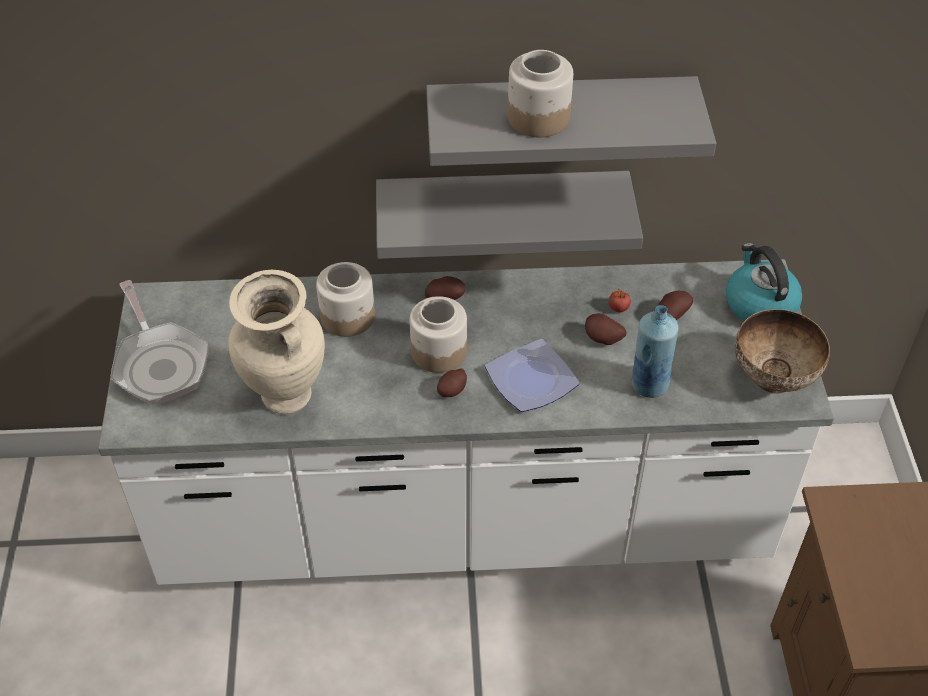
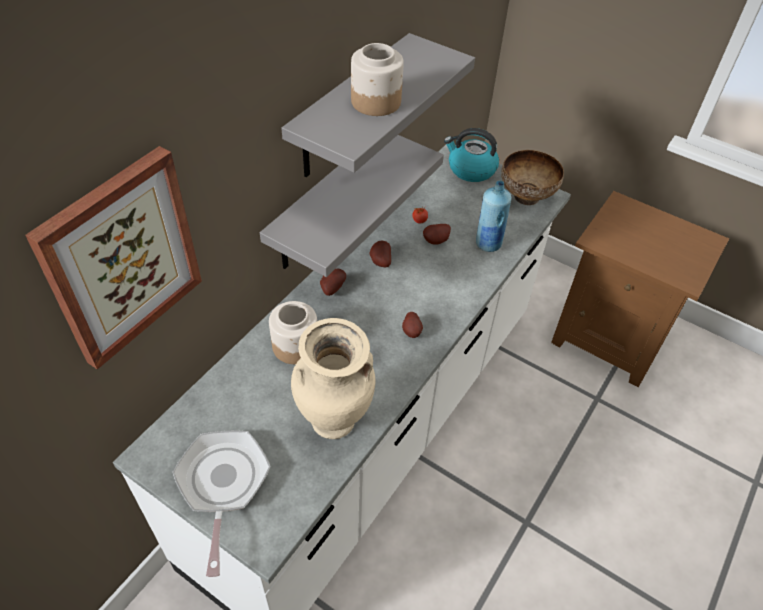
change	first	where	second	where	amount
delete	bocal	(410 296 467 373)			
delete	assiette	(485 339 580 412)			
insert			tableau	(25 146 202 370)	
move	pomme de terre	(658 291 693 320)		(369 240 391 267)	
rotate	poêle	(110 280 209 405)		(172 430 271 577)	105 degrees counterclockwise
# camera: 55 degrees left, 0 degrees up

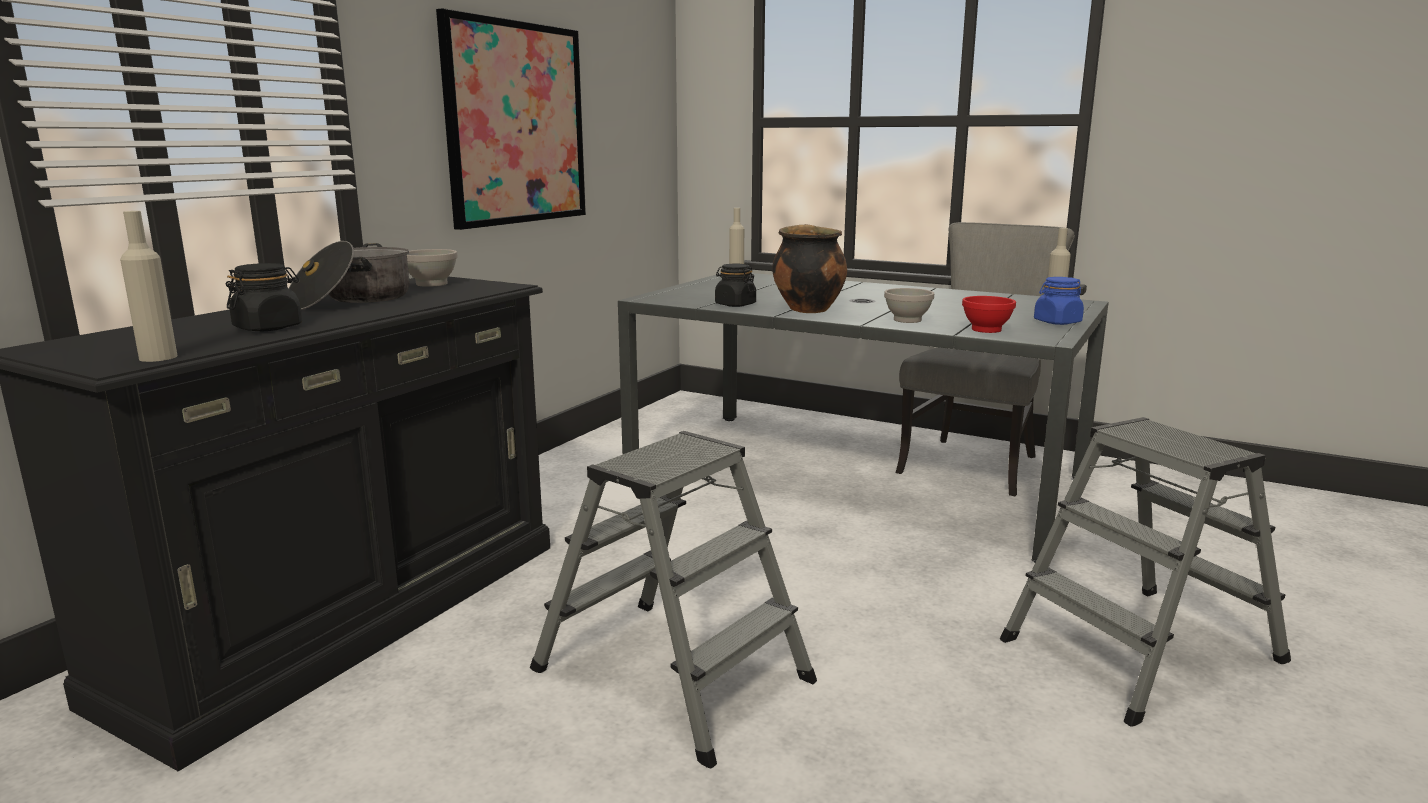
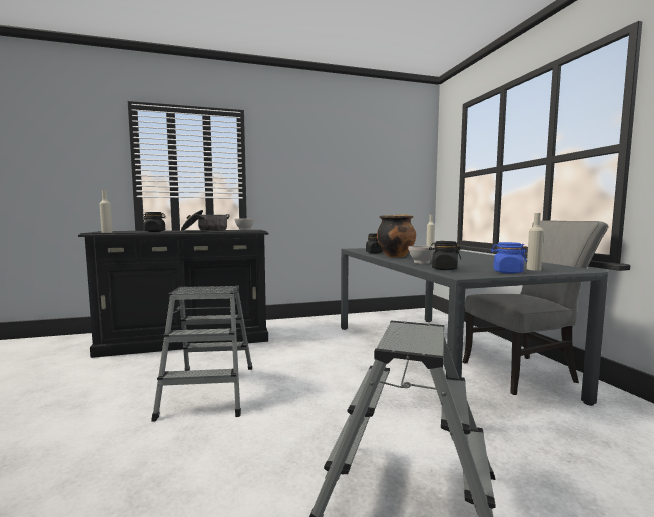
change	first	where	second	where	amount
delete	tableau	(436 8 586 230)			
replace	bol/rouge	(962 296 1016 333)	bocal/noir	(429 241 461 270)	
# camera: 45 degrees right, 10 degrees down

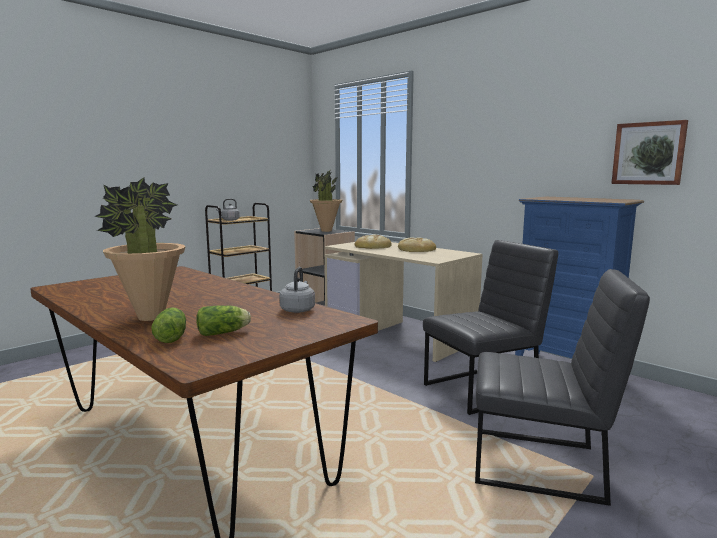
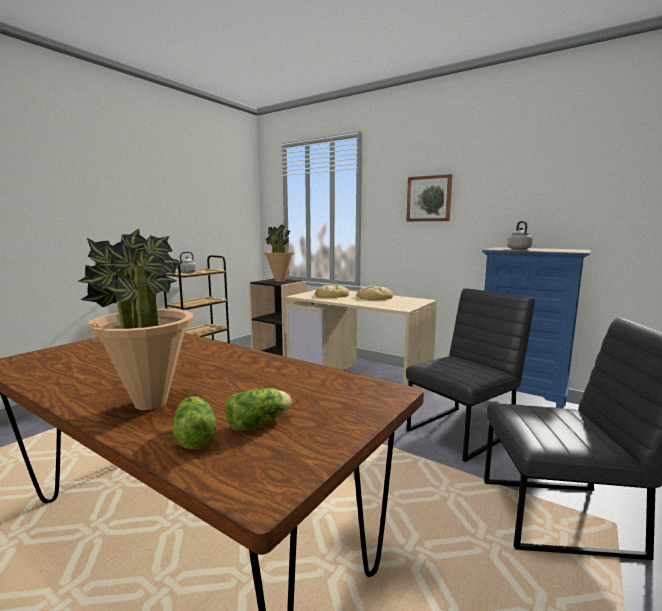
change	first	where	second	where	amount
move	bouilloire/gris	(279 267 315 313)		(507 221 532 250)	
move	tableau	(611 120 688 185)		(406 174 452 221)	
# camera: 10 degrees left, 0 degrees up

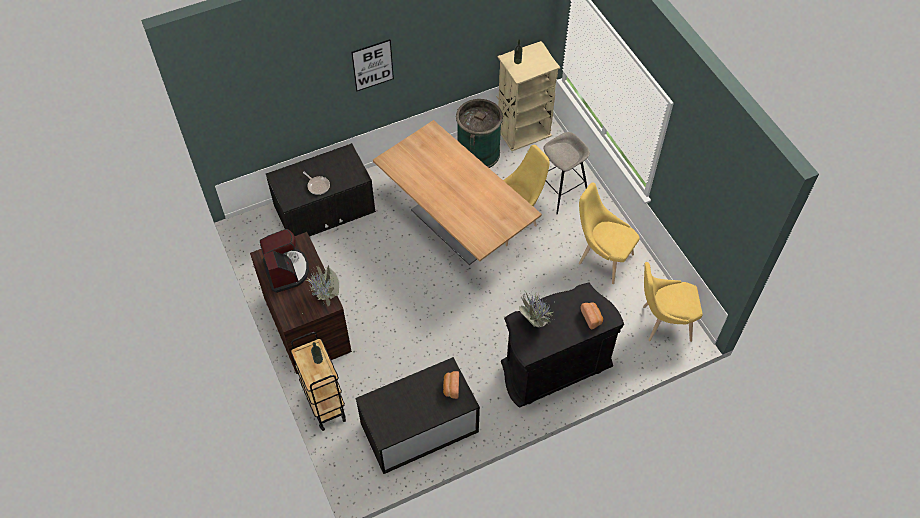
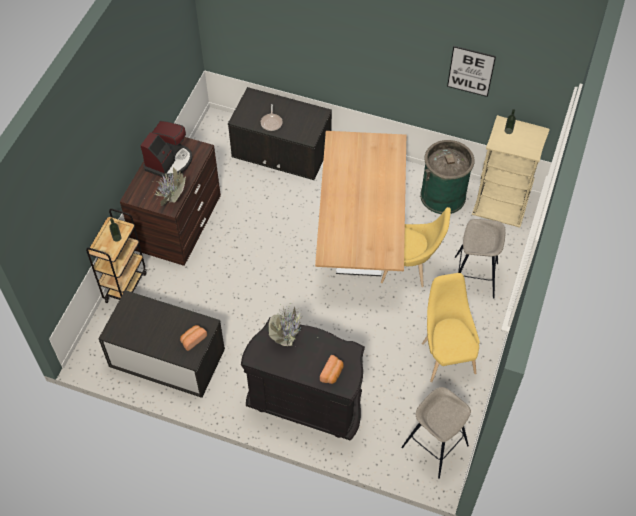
change	first	where	second	where	amount
move	tableau	(351 39 394 91)		(447 46 496 97)	
replace	chaise/jaune	(643 262 703 342)	tabouret/gris	(401 387 471 479)	
# camera: 45 degrees right, 0 degrees up

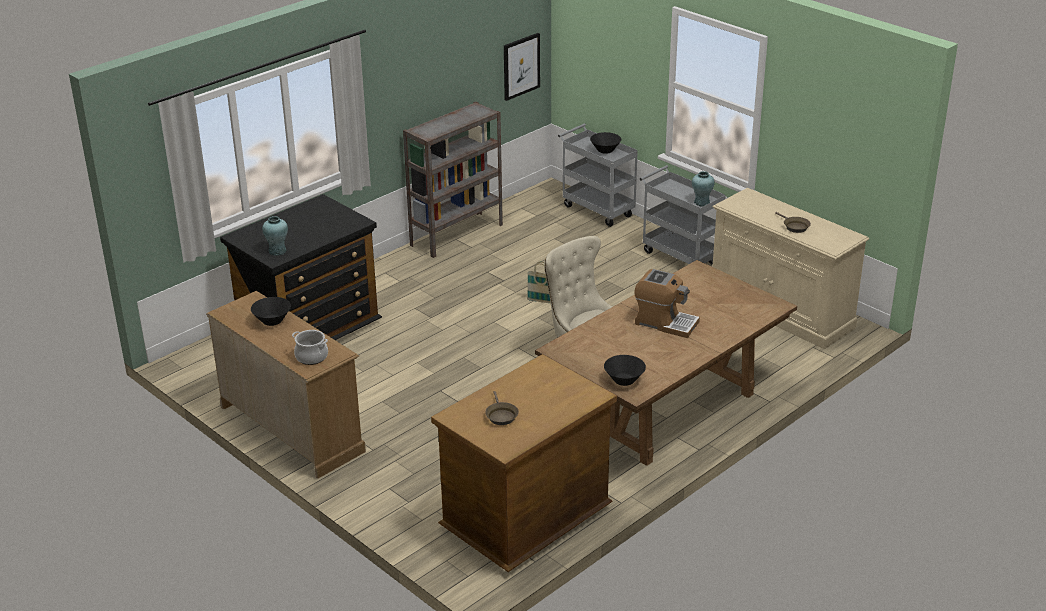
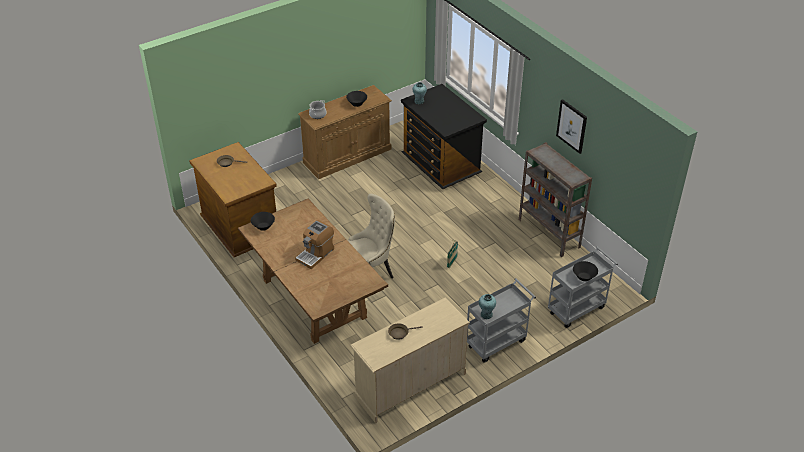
change	first	where	second	where	amount
move	tableau	(504 33 540 101)		(556 99 587 154)	
# camera: 100 degrees right, 10 degrees up

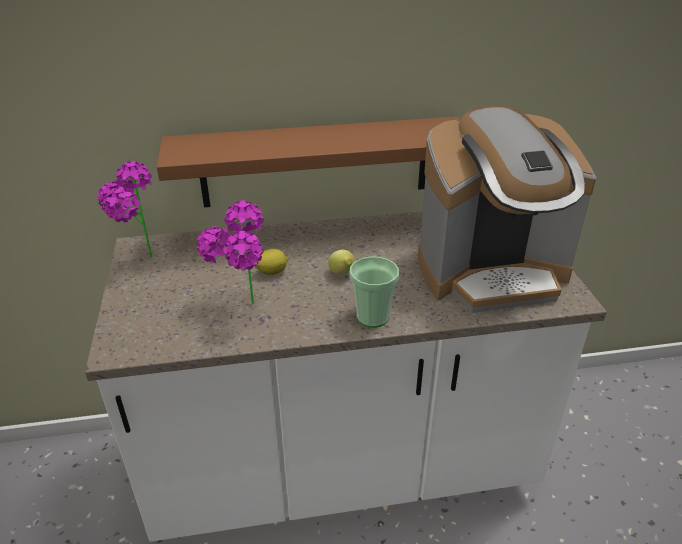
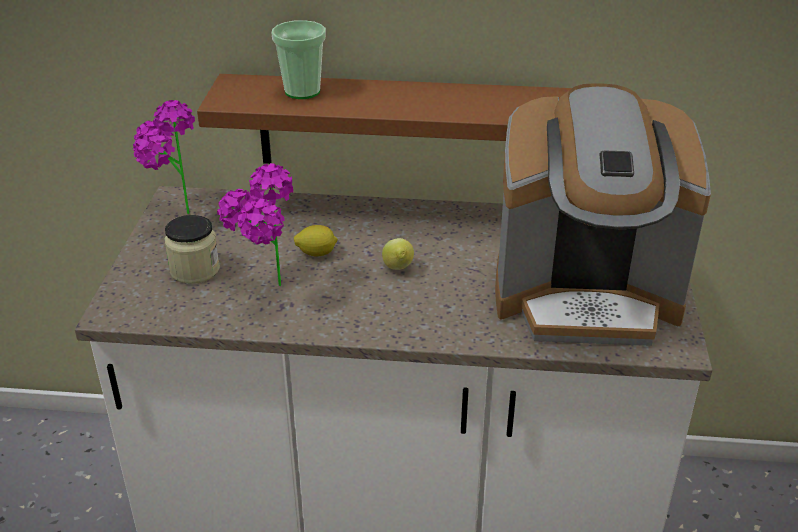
change	first	where	second	where	amount
insert			bocal	(165 215 220 284)	
move	tasse	(349 256 399 328)		(272 20 326 99)	
# camera: 15 degrees right, 0 degrees up

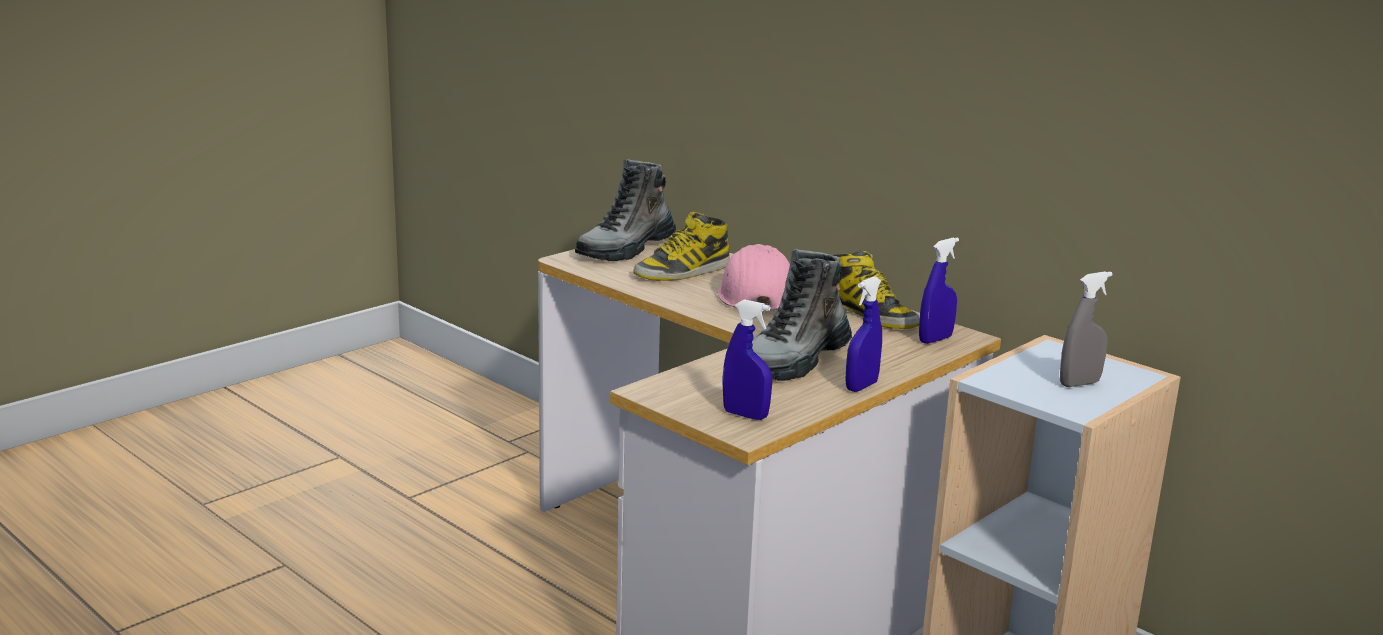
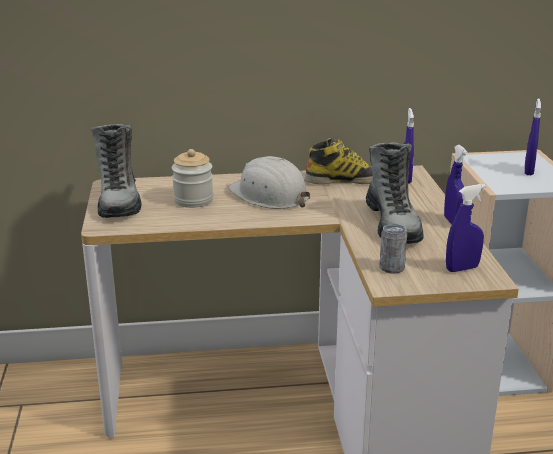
change	first	where	second	where	amount
insert			boîte métallique	(379 224 407 274)	
replace	botte	(633 212 730 281)	bocal	(172 149 213 208)	
recolor	casque de chantier/rose	(718 244 790 311)	casque de chantier/blanc	(228 156 310 209)	
recolor	vaporisateur/gris	(1060 271 1113 387)	vaporisateur/bleu	(525 99 541 175)	
# camera: 50 degrees left, 5 degrees up

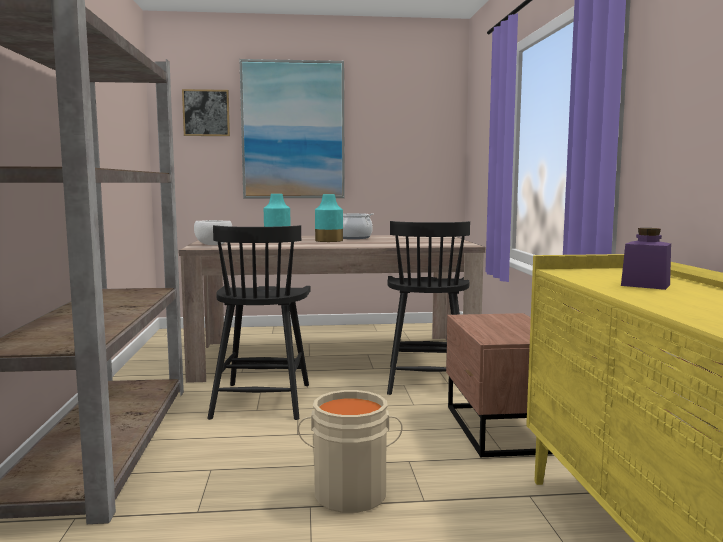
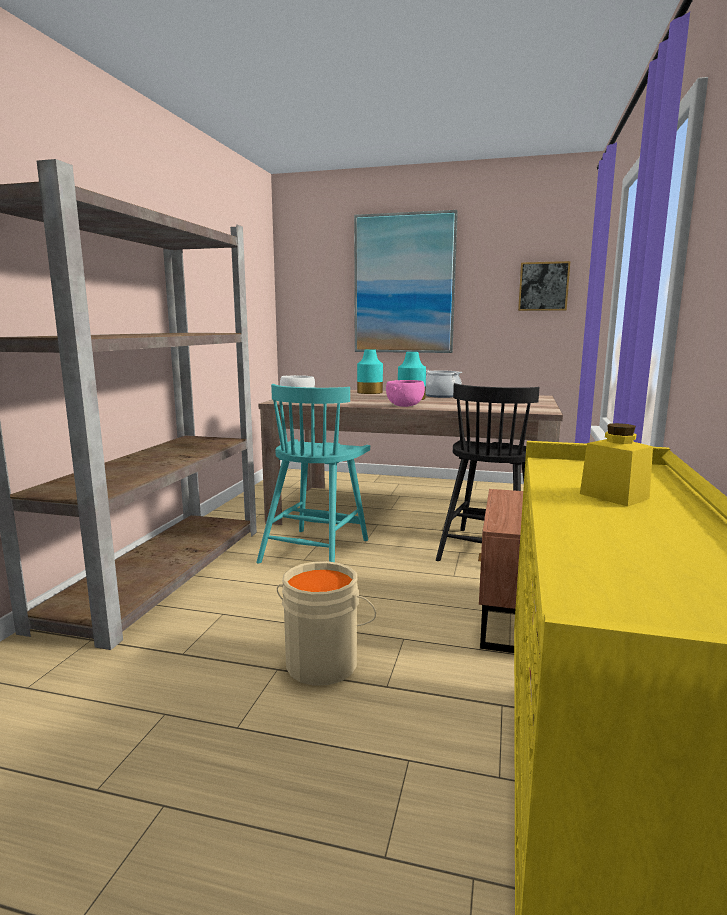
change	first	where	second	where	amount
insert			bol/rose	(386 380 425 407)	
move	tableau	(182 89 230 136)		(518 261 570 311)	
recolor	chaise/noir	(207 225 311 420)	chaise/turquoise	(256 384 370 563)	
recolor	bocal/violet	(621 228 671 290)	bocal/jaune	(580 423 653 507)	
# camera: 20 degrees right, 5 degrees up

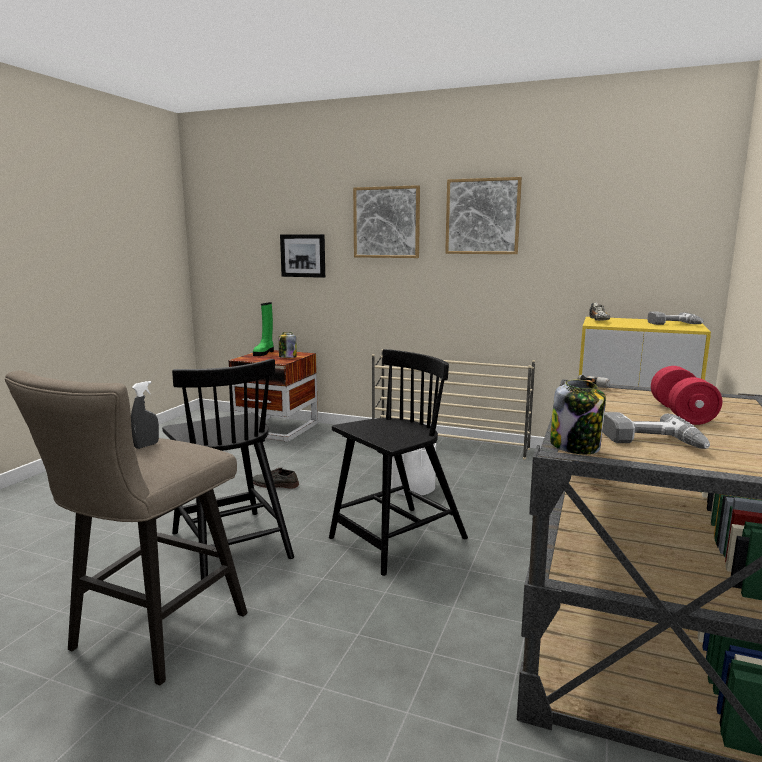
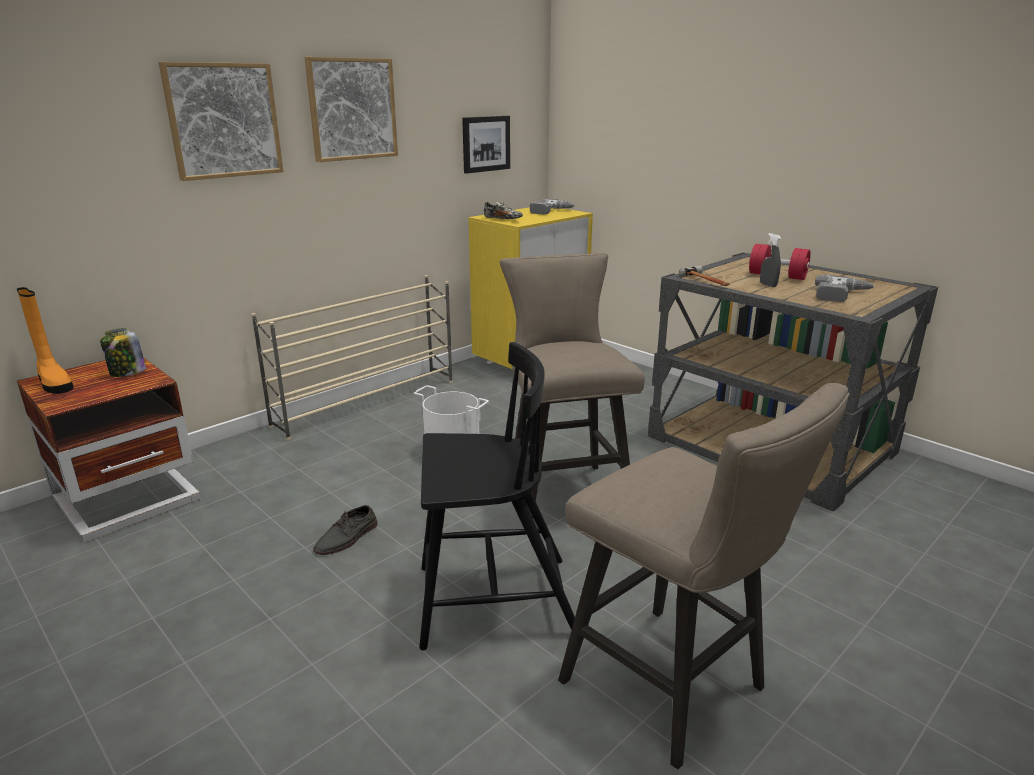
change	first	where	second	where	amount
delete	bocal	(550 380 606 454)			
move	vaporisateur/gris	(131 381 159 449)		(760 233 781 287)	
move	tableau	(280 234 325 278)		(462 116 510 173)	
replace	chaise/noir	(329 349 468 576)	tabouret/beige	(500 253 645 518)	
recolor	botte/vert	(253 302 274 356)	botte/orange	(17 287 73 394)	
# camera: 65 degrees left, 10 degrees up

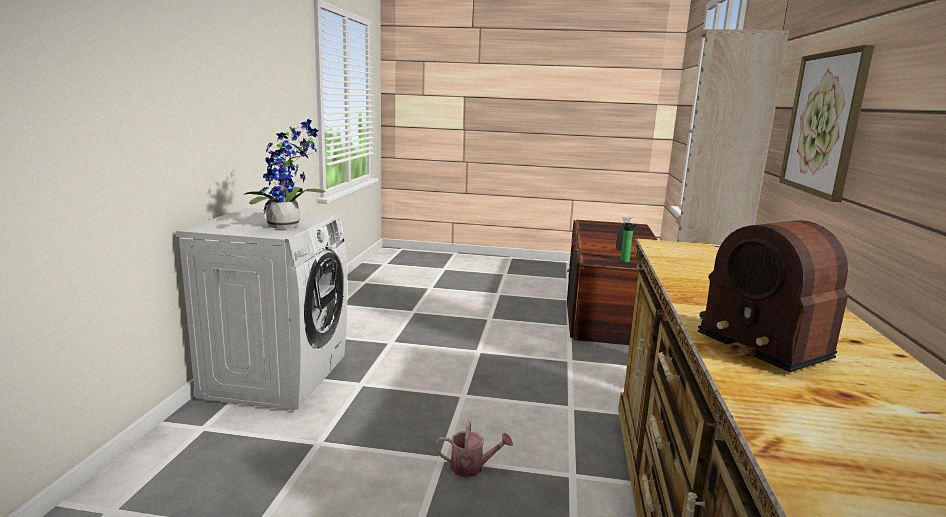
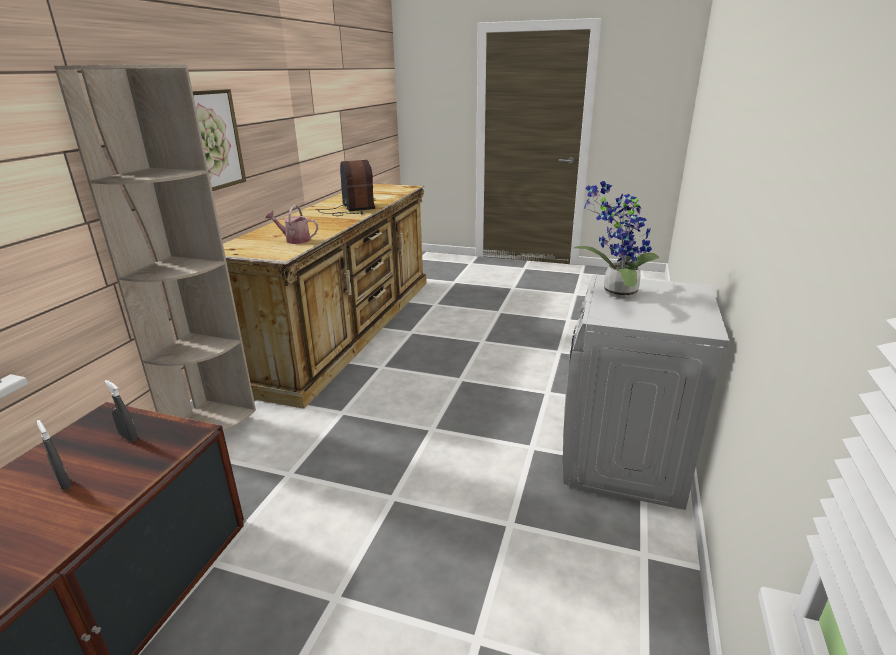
change	first	where	second	where	amount
move	arrosoir	(435 421 513 477)		(265 205 318 244)	
replace	bouteille	(620 222 638 262)	vaporisateur/gris	(104 380 138 442)	
# camera: 170 degrees left, 10 degrees up

